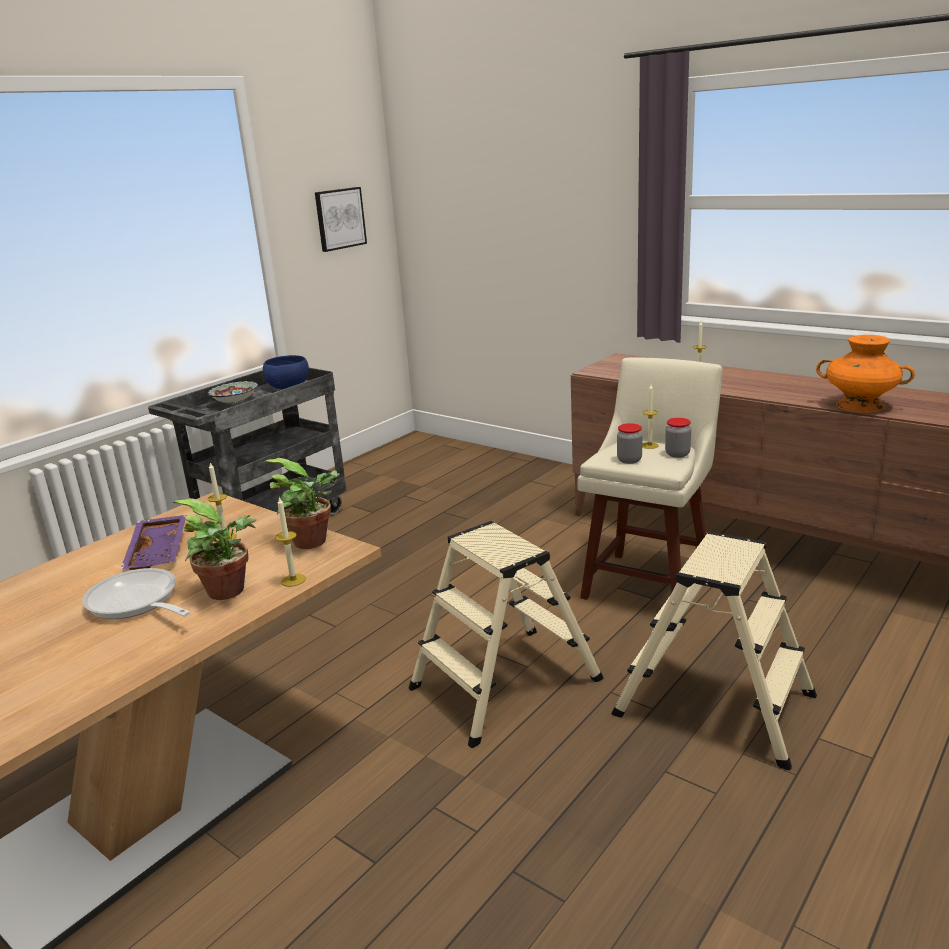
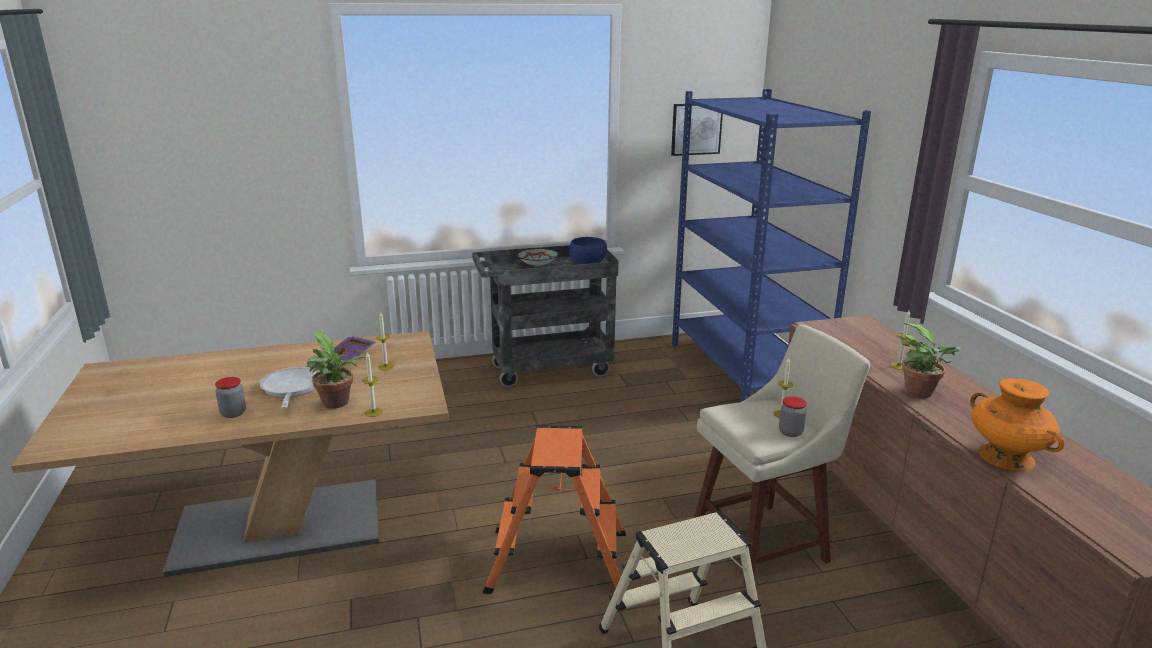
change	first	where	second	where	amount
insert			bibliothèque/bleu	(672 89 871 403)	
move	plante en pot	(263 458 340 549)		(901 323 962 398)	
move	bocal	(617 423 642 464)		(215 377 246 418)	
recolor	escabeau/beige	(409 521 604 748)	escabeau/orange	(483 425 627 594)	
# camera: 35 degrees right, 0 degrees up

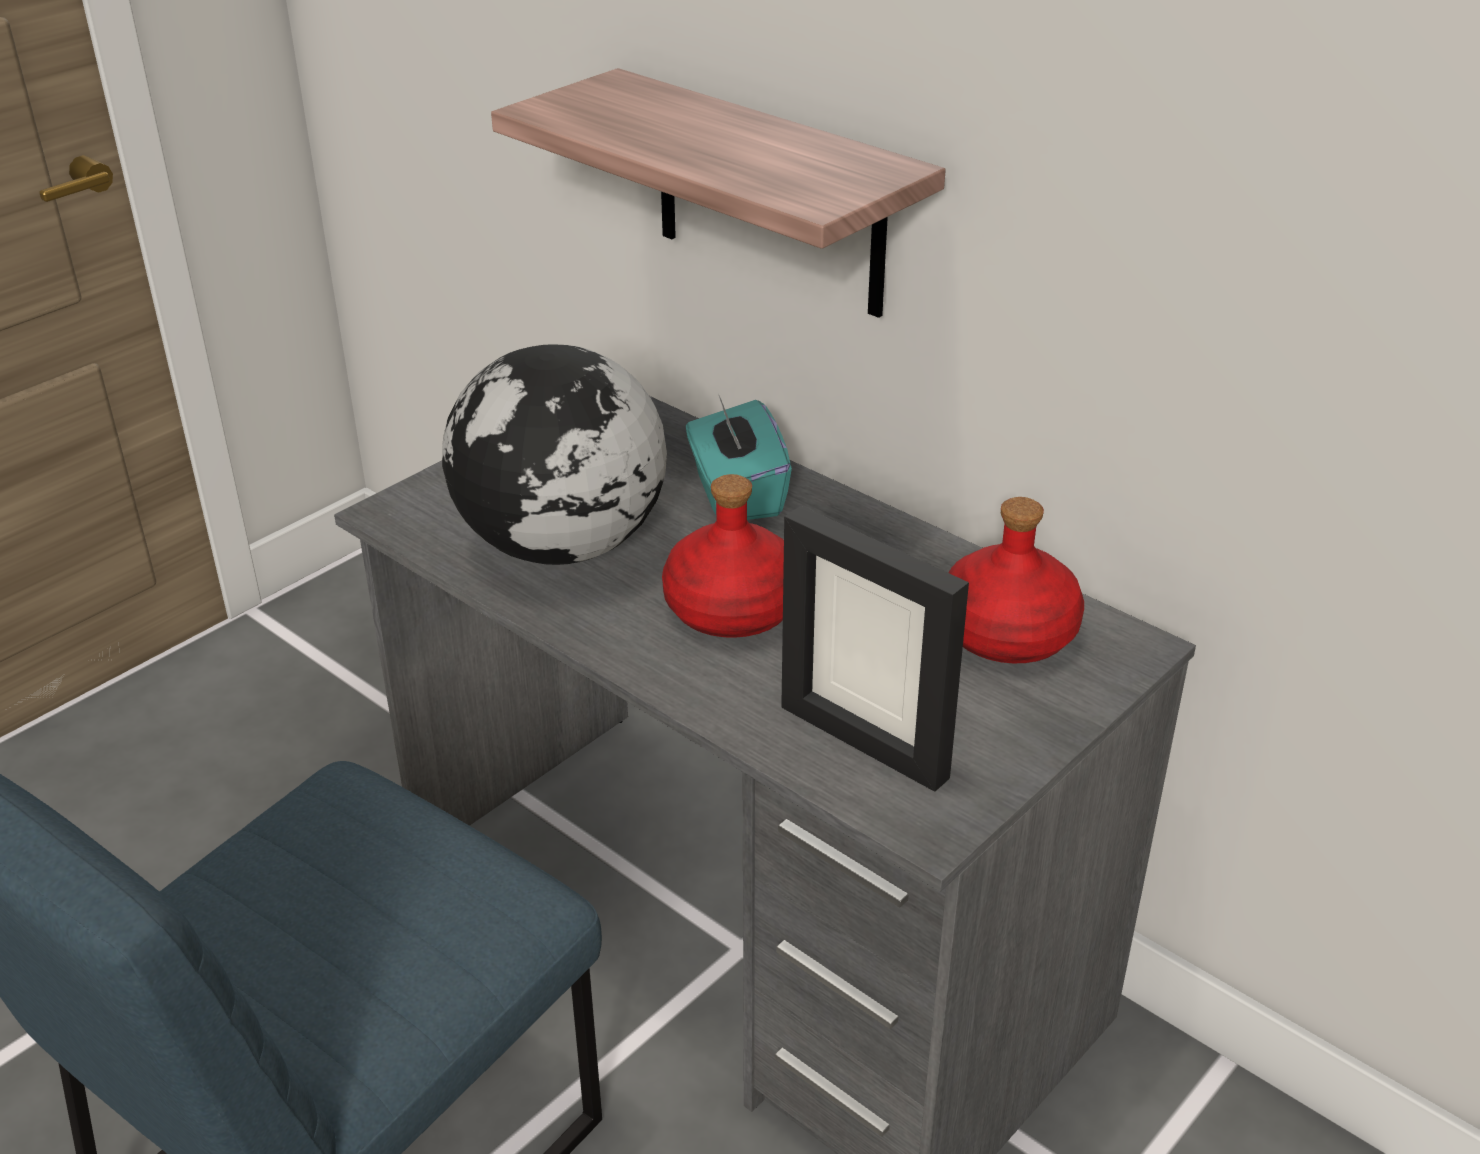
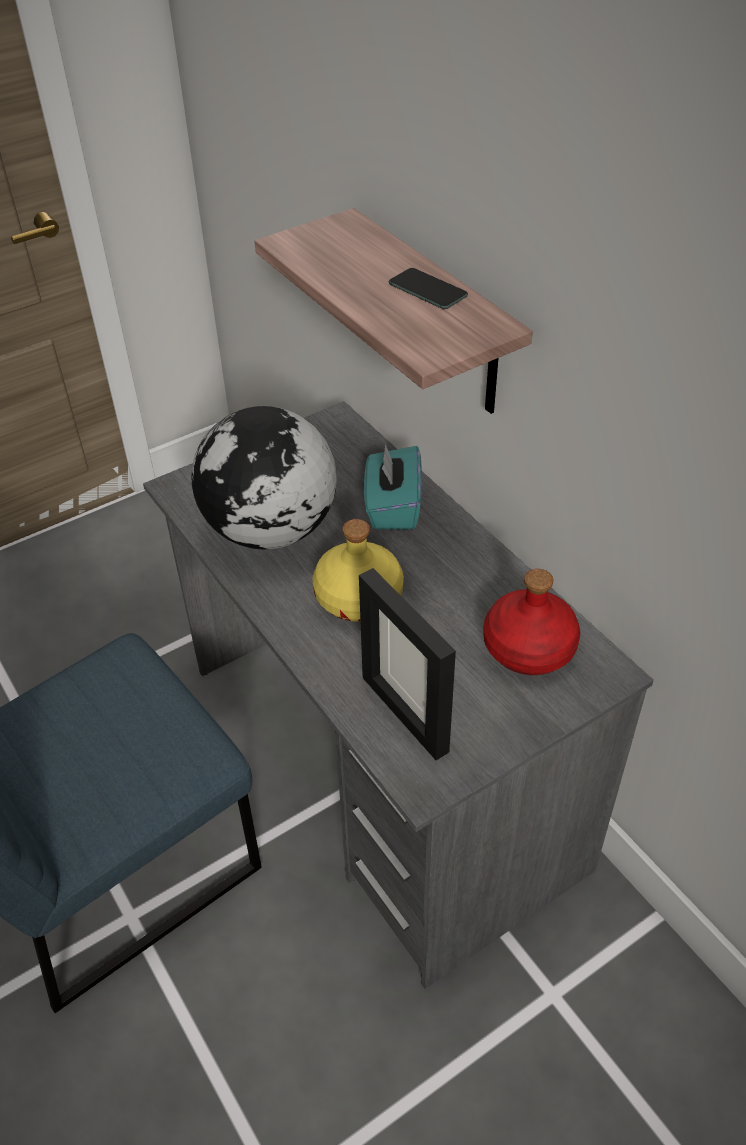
change	first	where	second	where	amount
insert			téléphone	(389 268 468 309)	
recolor	bouteille/rouge	(662 474 784 638)	bouteille/jaune	(312 519 404 622)	
# camera: 15 degrees right, 10 degrees up

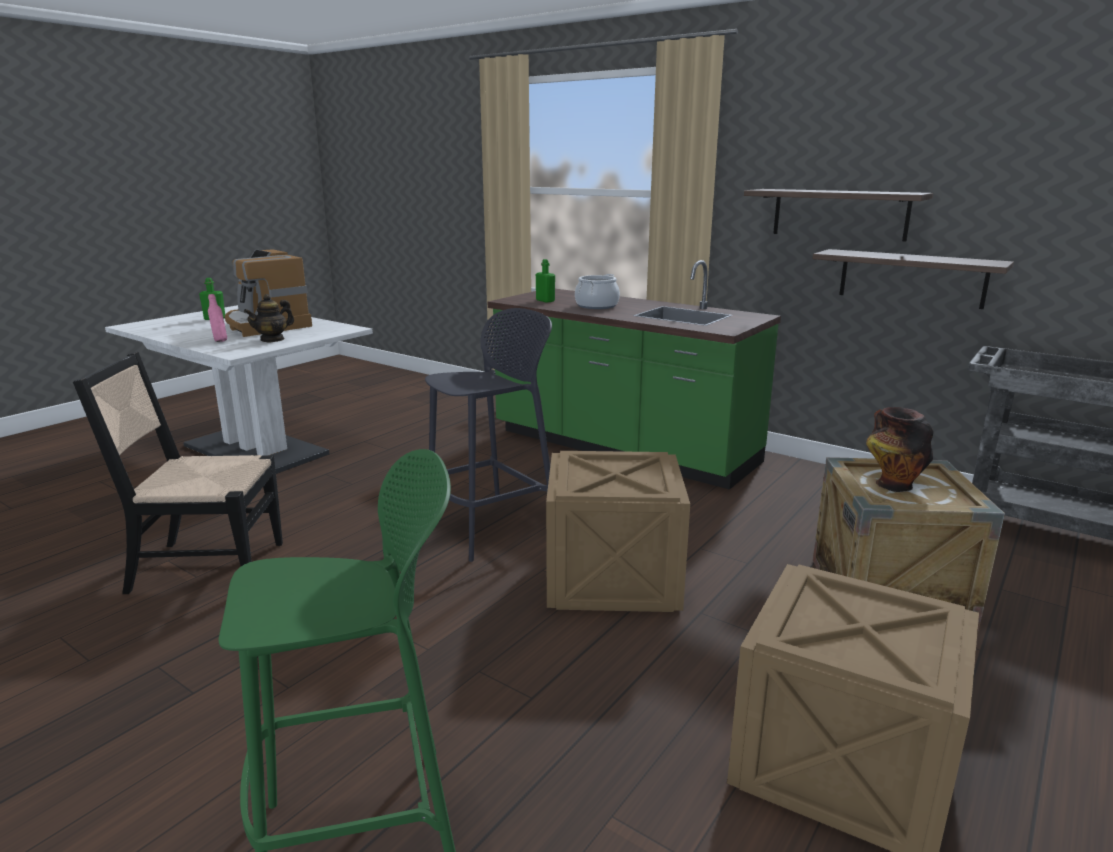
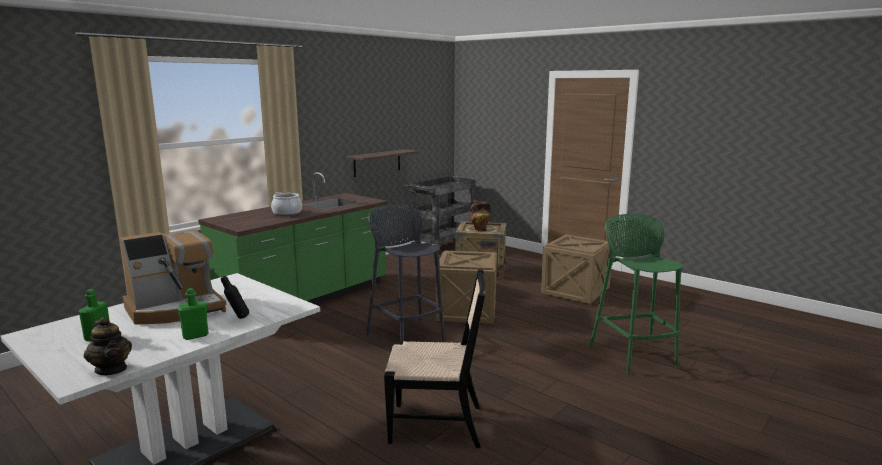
change	first	where	second	where	amount
delete	étagère	(744 189 933 241)			
move	théière	(244 294 294 342)		(84 317 132 375)	
move	bouteille/vert	(536 259 555 303)		(178 288 209 340)	
recolor	bouteille/rose	(208 294 227 342)	bouteille/noir	(221 276 249 319)	
rotate	chaise	(73 352 283 594)		(384 269 485 448)	90 degrees counterclockwise
# camera: 85 degrees left, 5 degrees down

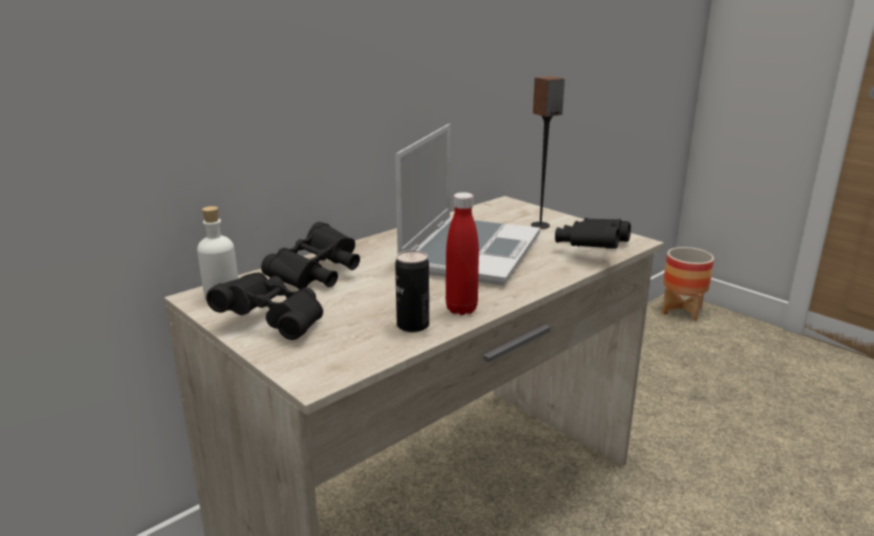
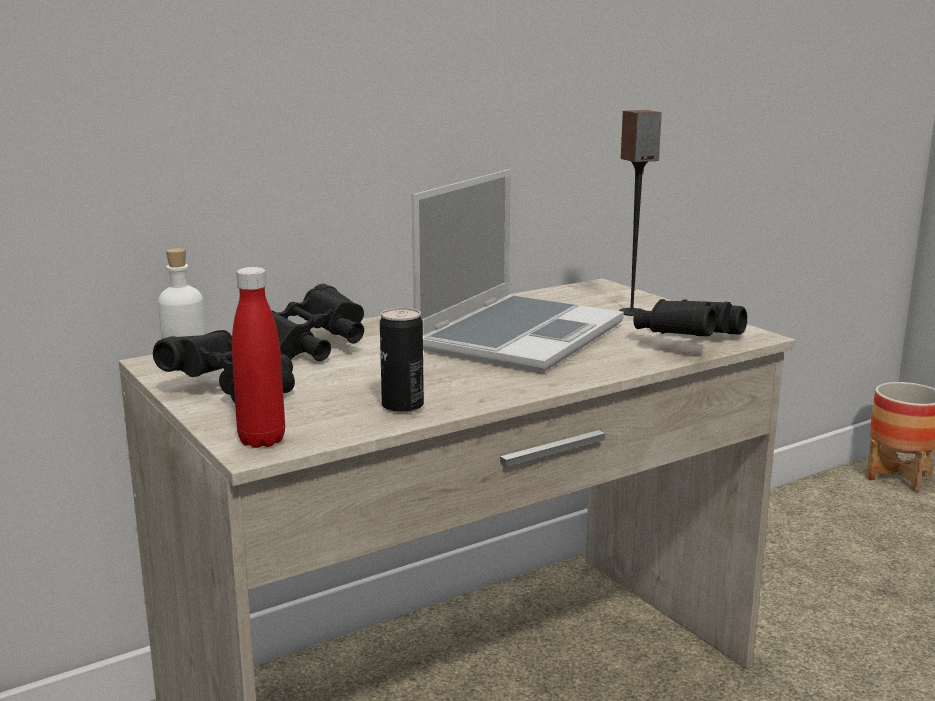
change	first	where	second	where	amount
move	bouteille/rouge	(446 192 479 315)		(232 267 285 448)	
# camera: 10 degrees right, 5 degrees down

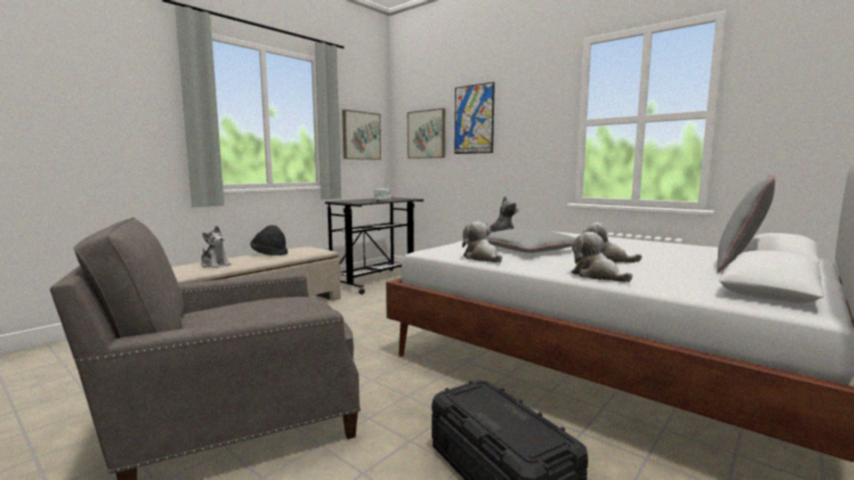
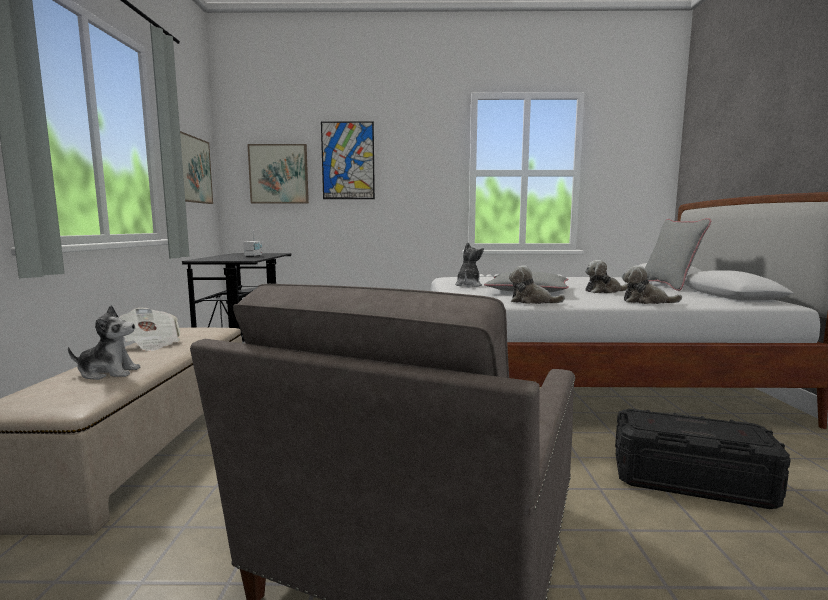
change	first	where	second	where	amount
replace	chapeau/noir	(250 225 288 256)	journal	(119 308 180 351)	
# camera: 40 degrees left, 0 degrees up

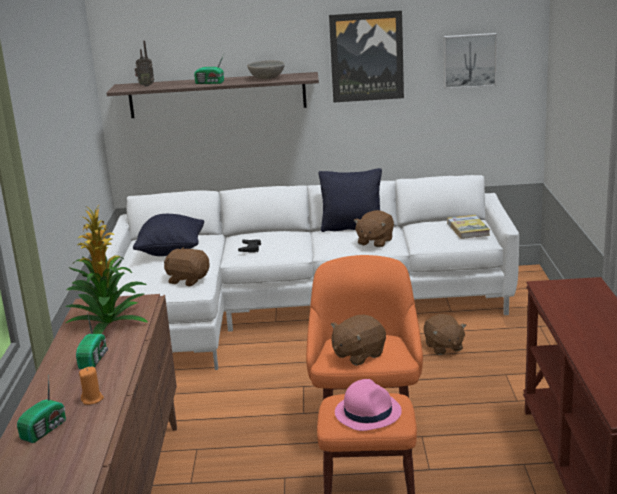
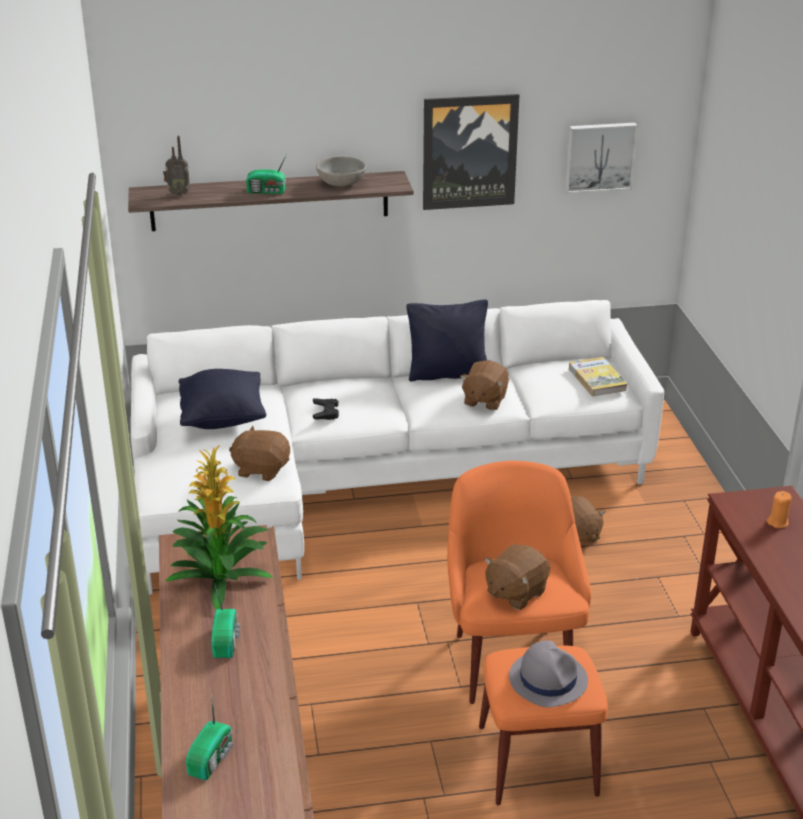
change	first	where	second	where	amount
move	bougie/orange	(79 366 104 405)		(767 491 792 528)	
recolor	chapeau/rose	(335 379 402 431)	chapeau/gris	(509 640 588 707)	
# camera: 10 degrees left, 10 degrees up

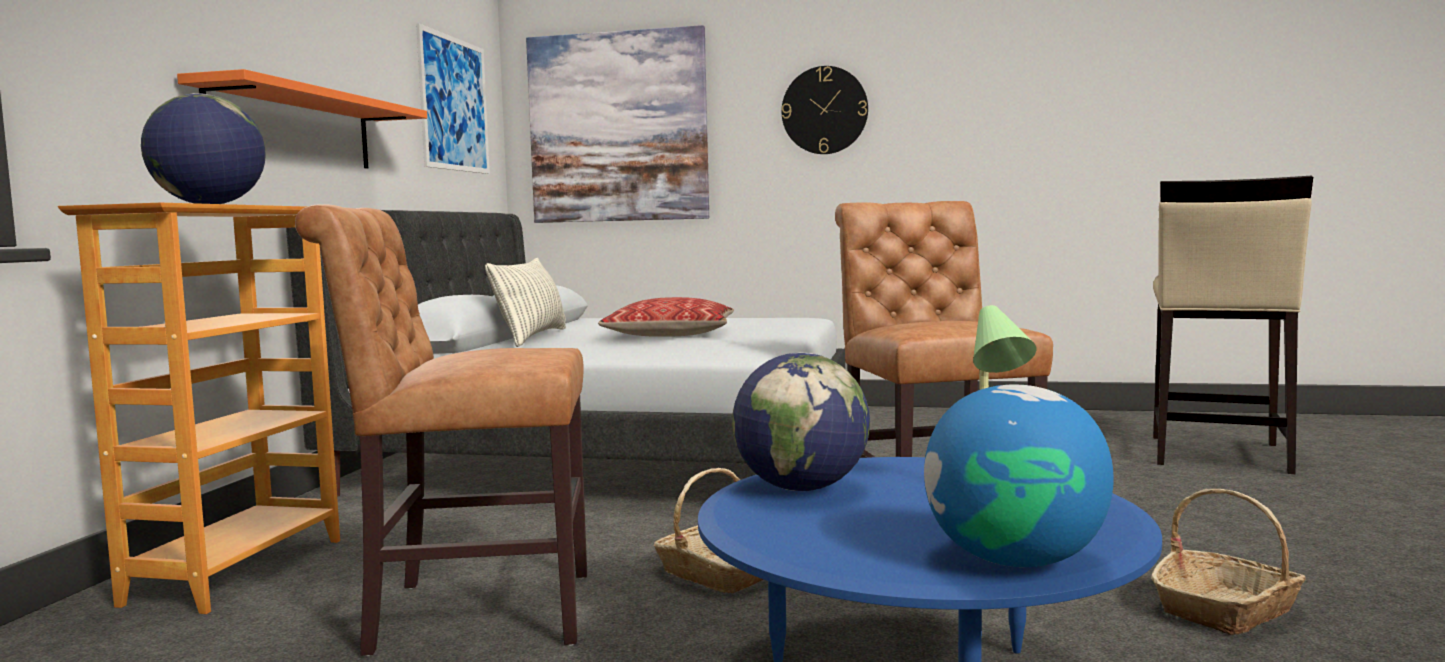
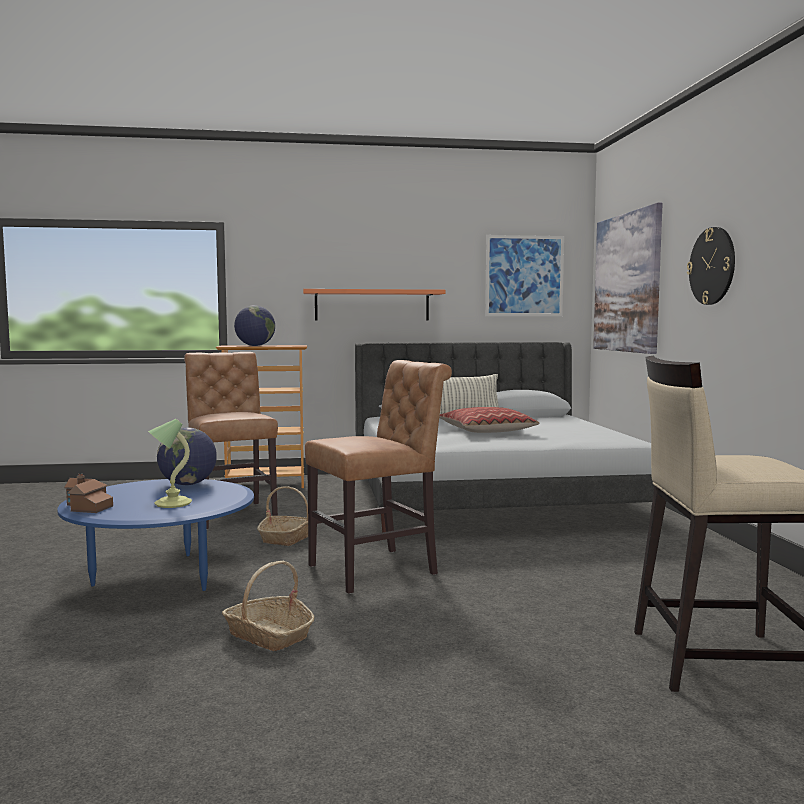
change	first	where	second	where	amount
replace	globe	(924 384 1113 567)	maison miniature	(64 474 113 513)	
# camera: 70 degrees right, 0 degrees up

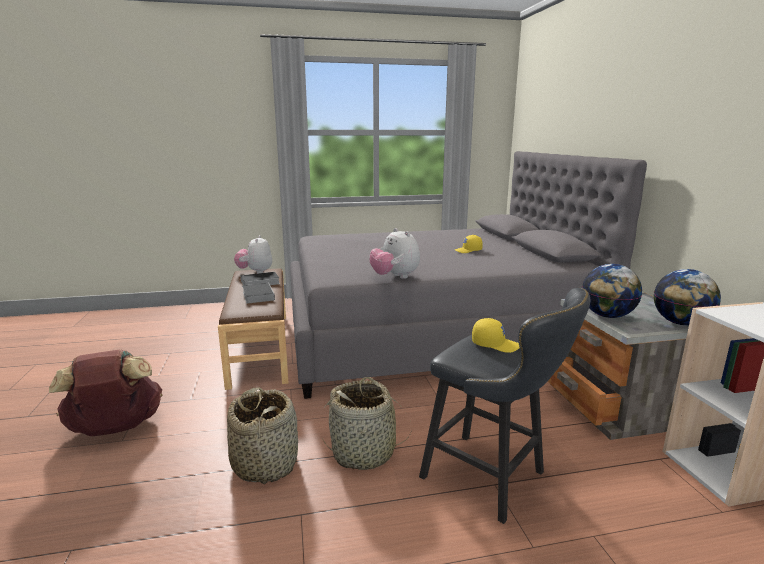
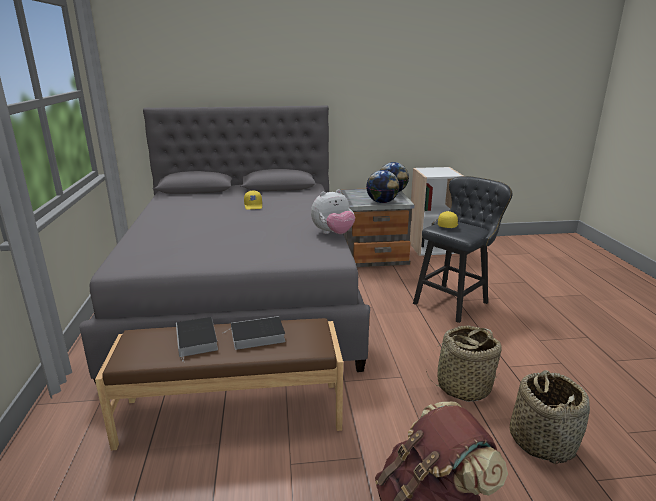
change	first	where	second	where	amount
delete	peluche	(234 235 272 274)			
move	panier	(322 377 411 470)		(510 370 590 464)	
# camera: 85 degrees left, 5 degrees up

